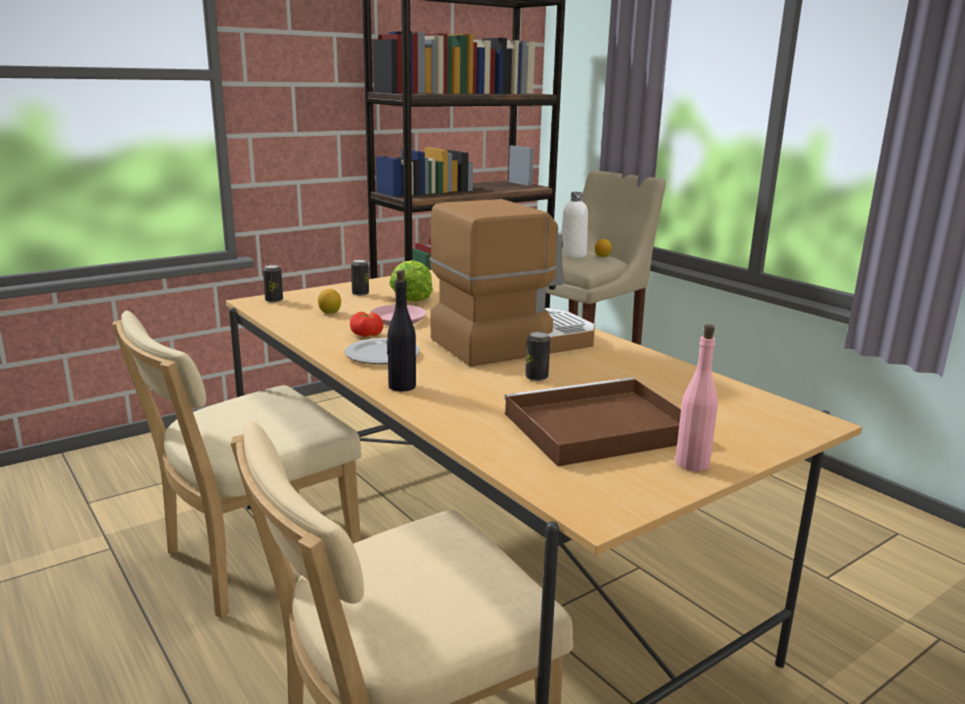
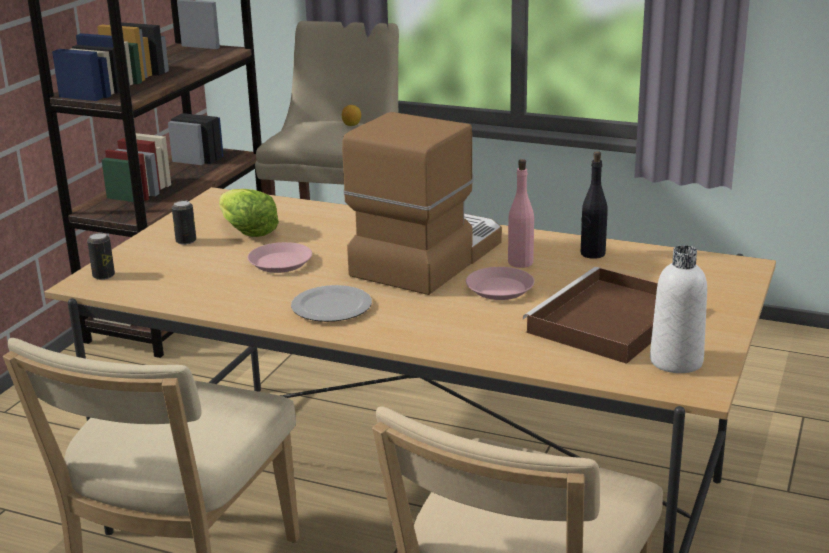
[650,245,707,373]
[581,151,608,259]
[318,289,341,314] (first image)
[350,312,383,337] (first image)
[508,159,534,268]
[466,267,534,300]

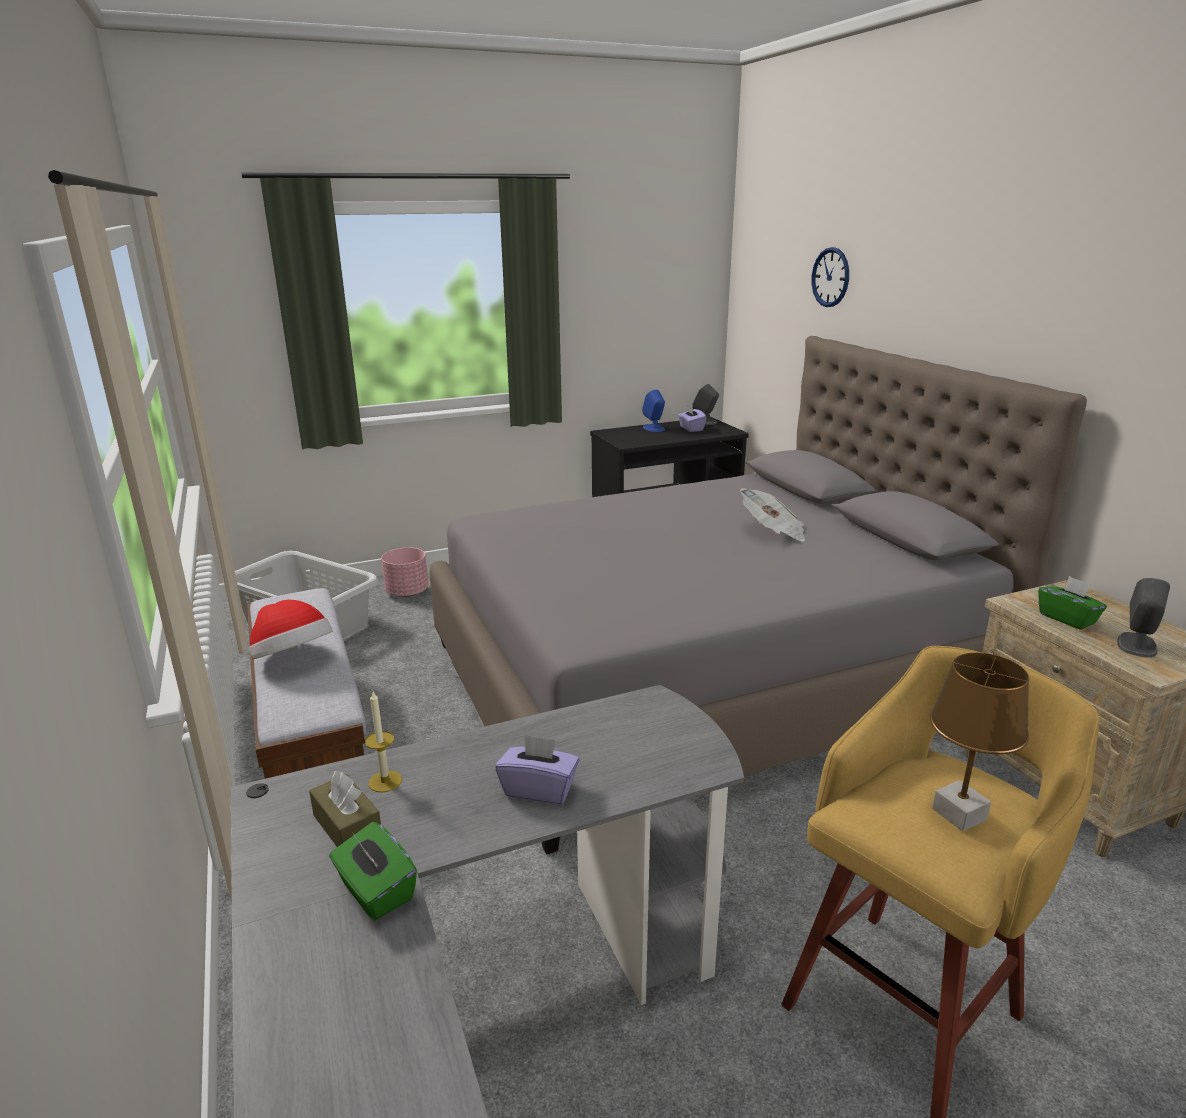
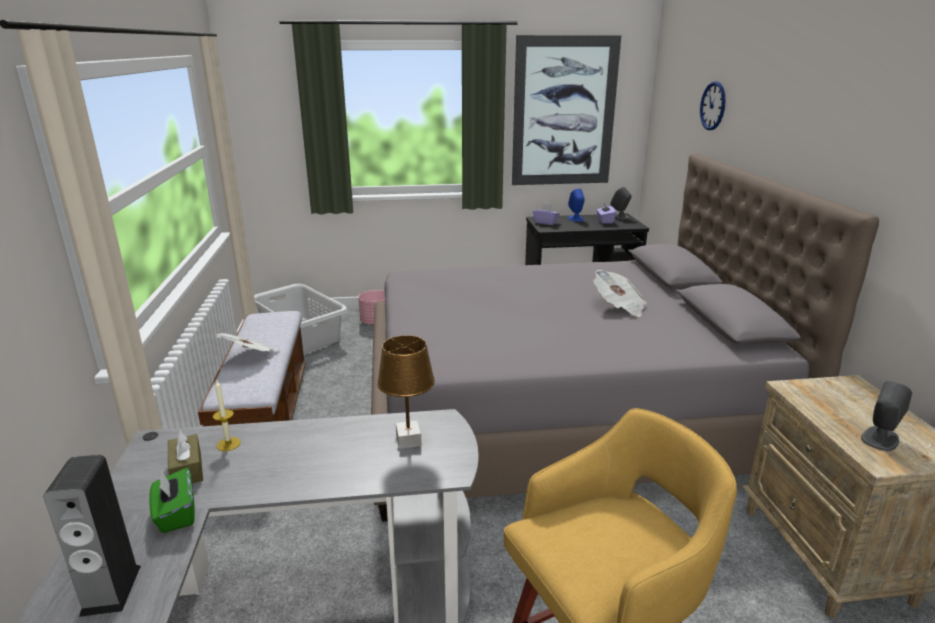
[1038,576,1107,630] (first image)
[216,333,279,352]
[377,335,435,449]
[533,204,560,225]
[512,35,621,185]
[43,455,141,617]

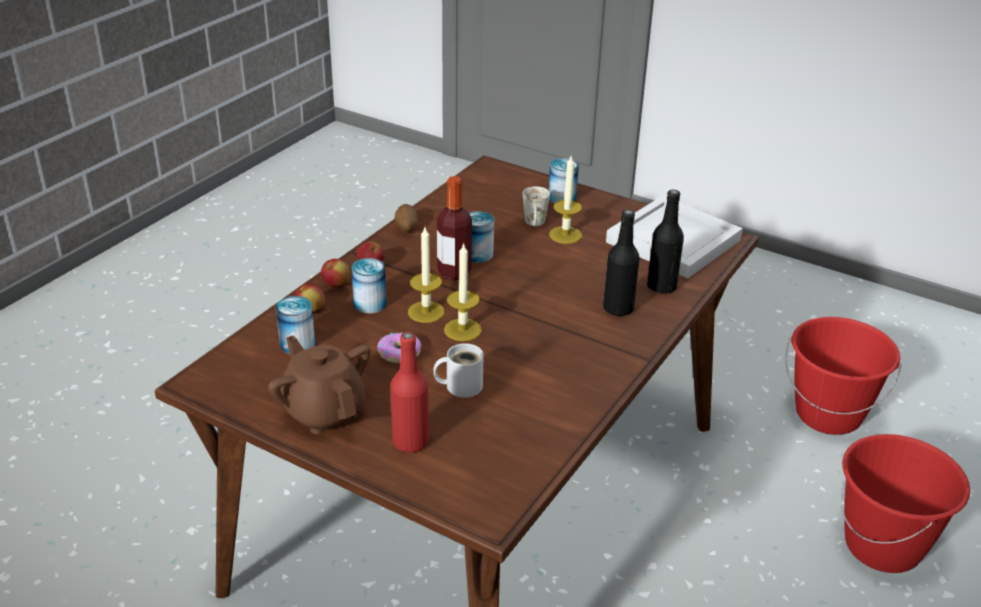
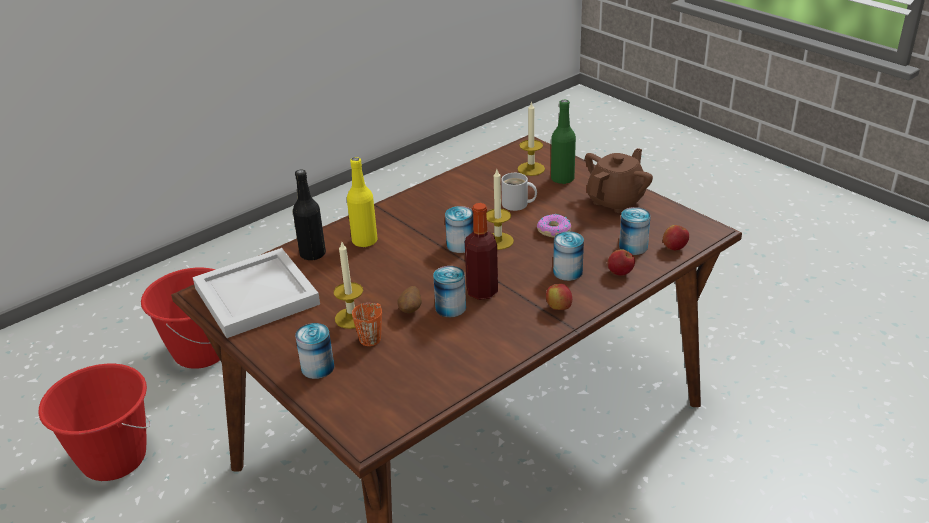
[352,303,382,346]
[397,286,422,313]
[347,157,378,247]
[518,101,545,176]
[663,225,689,250]
[551,100,576,184]
[585,148,653,213]
[445,206,473,253]

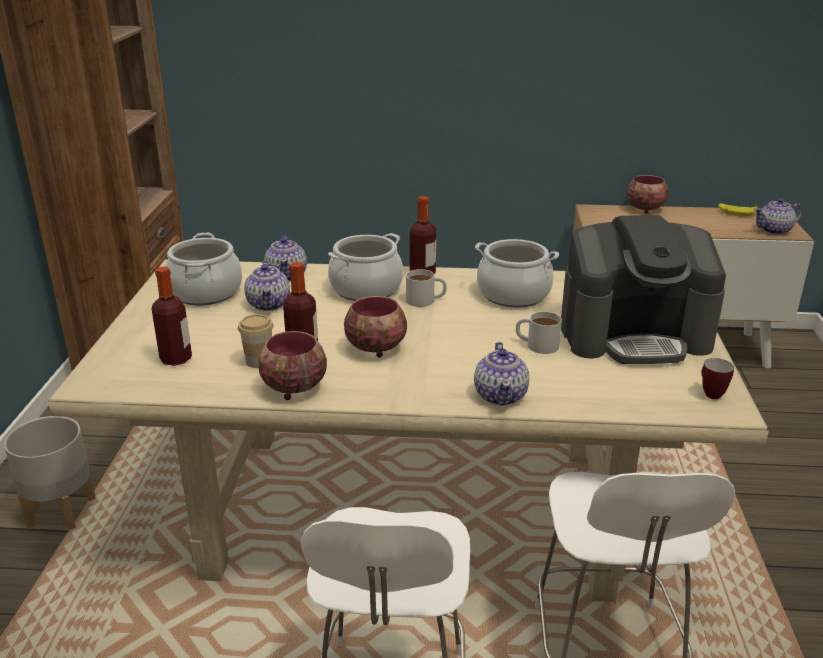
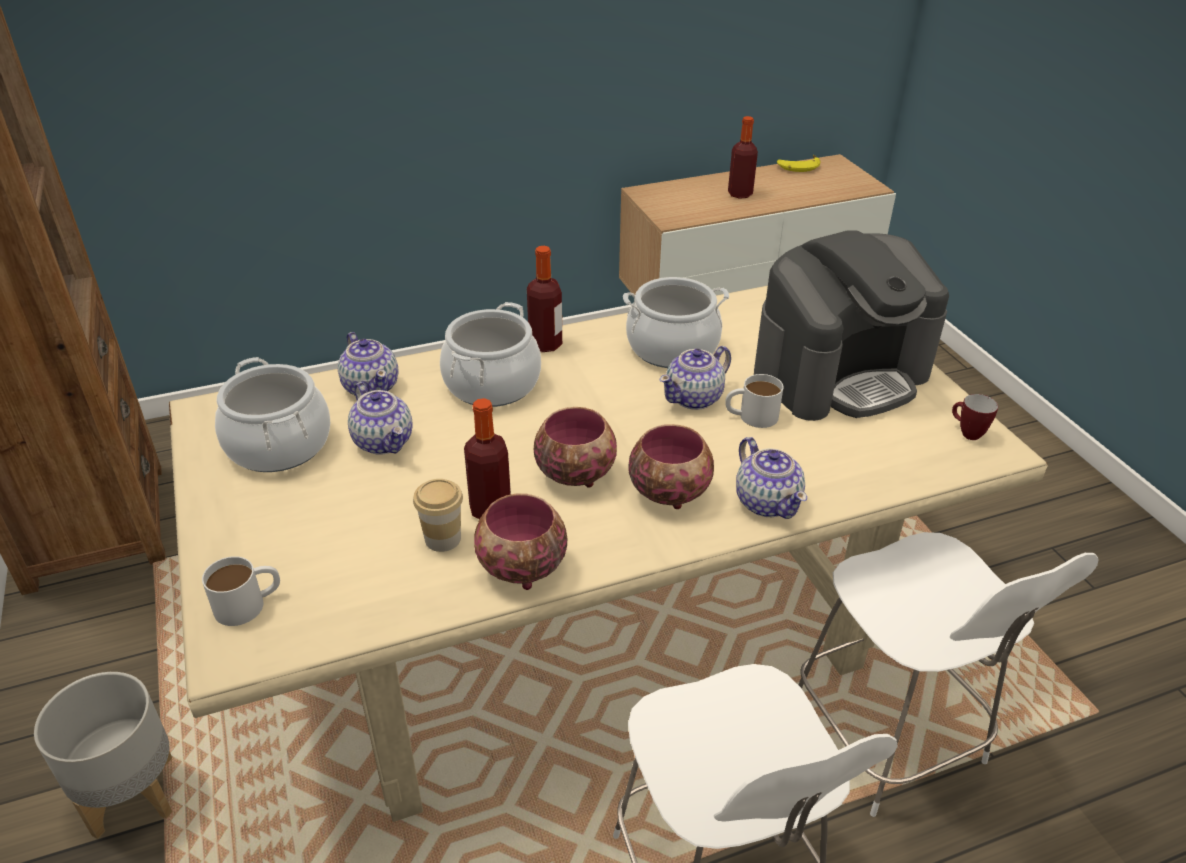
[629,424,714,509]
[659,346,731,410]
[728,116,758,199]
[202,556,280,626]

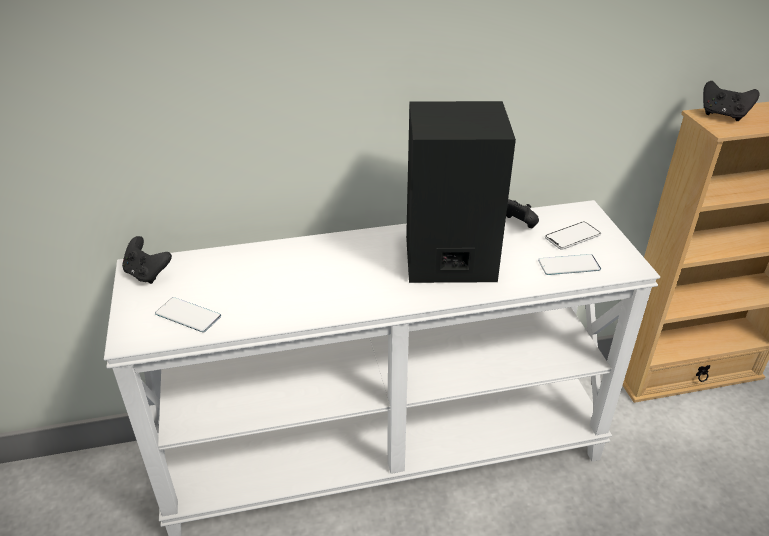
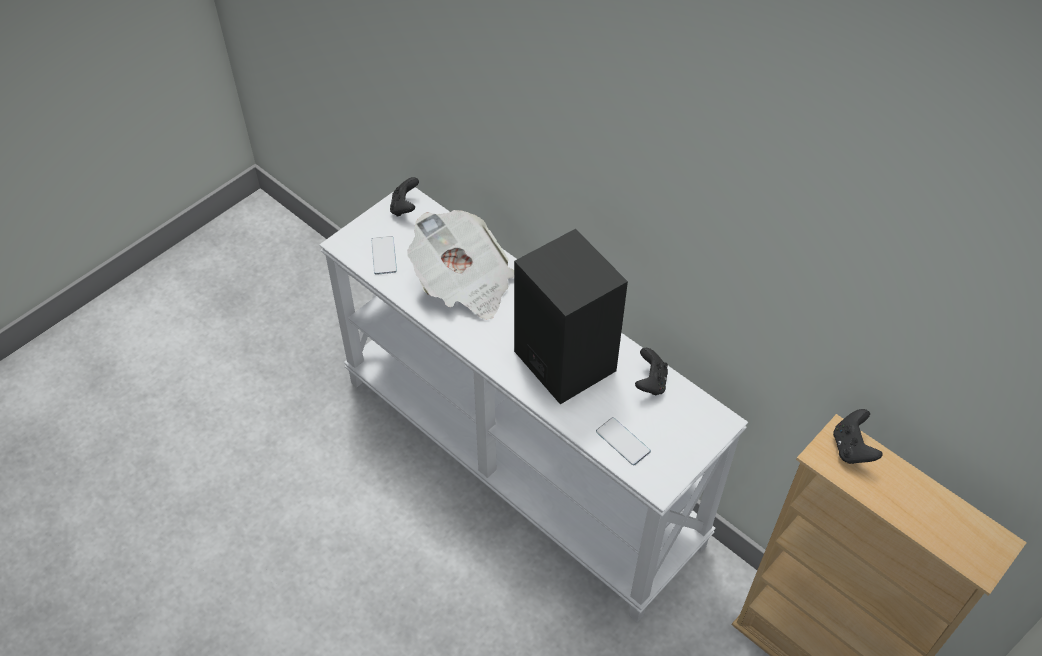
[545,222,601,250] (first image)
[407,210,514,320]

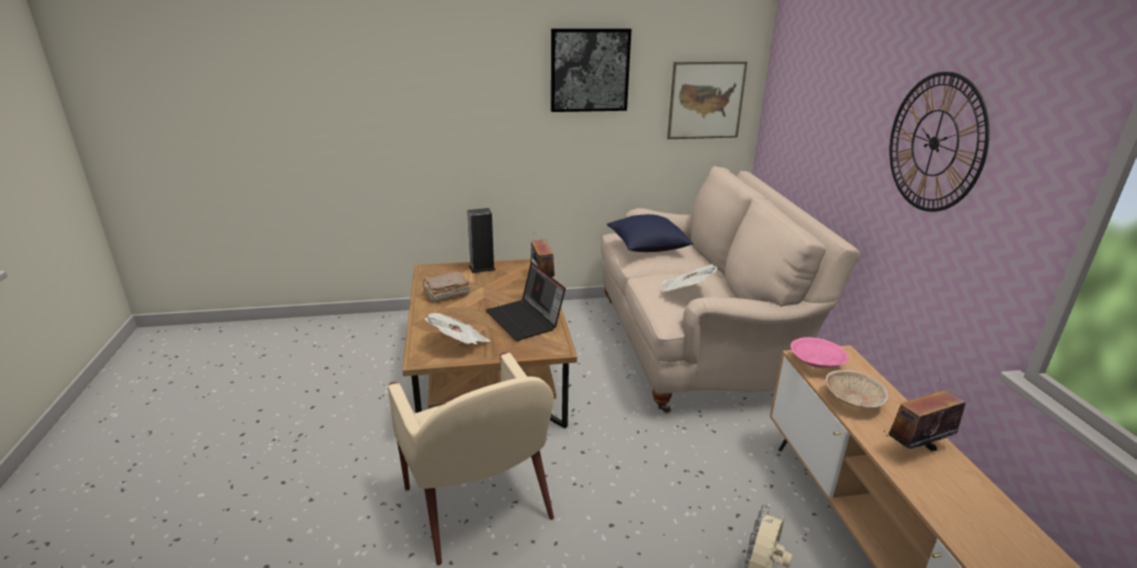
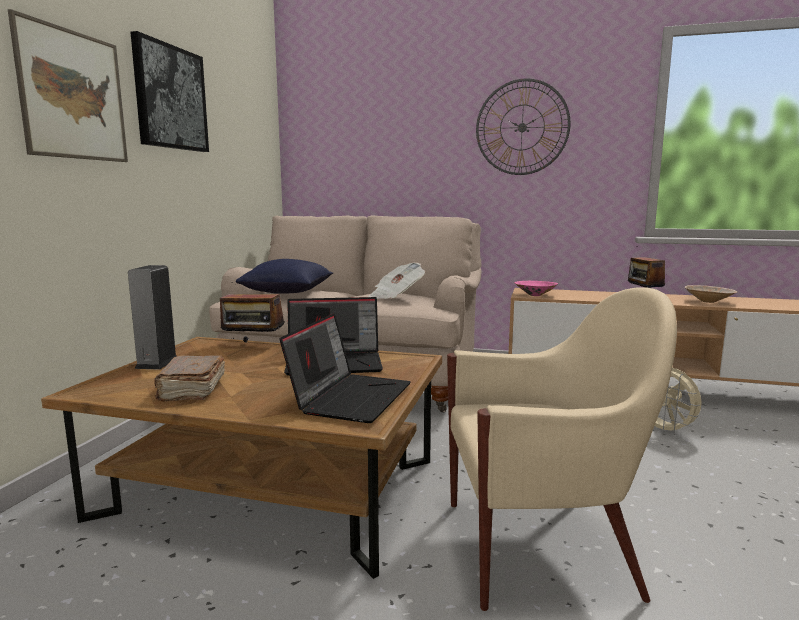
[8,9,128,162]
[280,313,410,423]
[685,285,737,303]

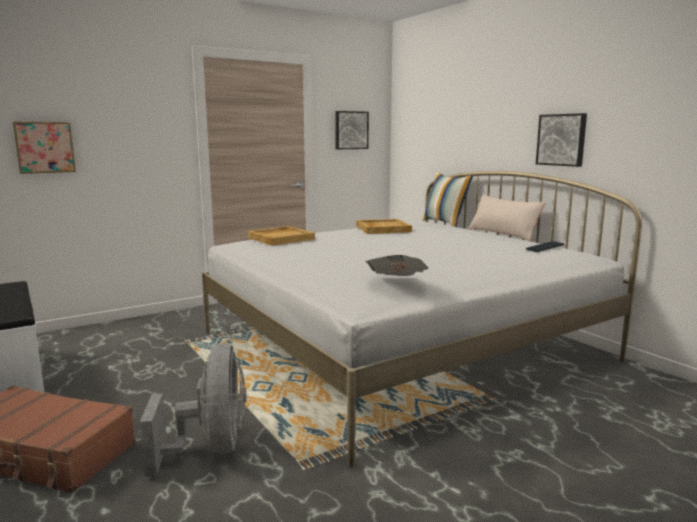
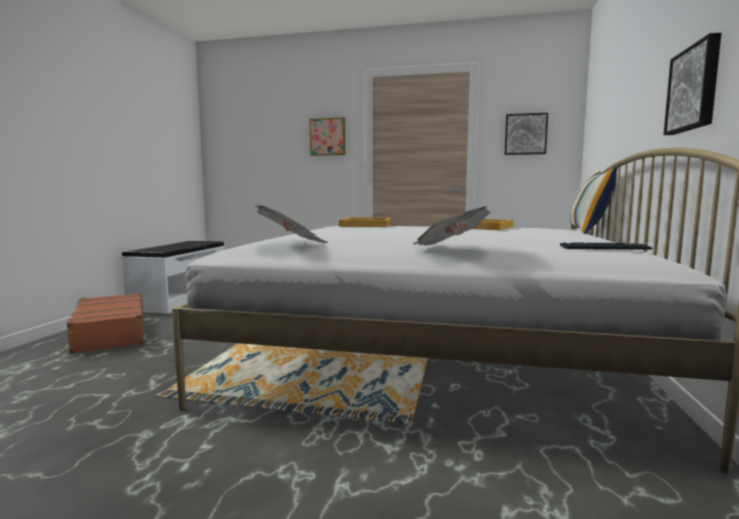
[309,117,345,156]
[468,194,546,241] (first image)
[140,344,247,477] (first image)
[413,206,490,246]

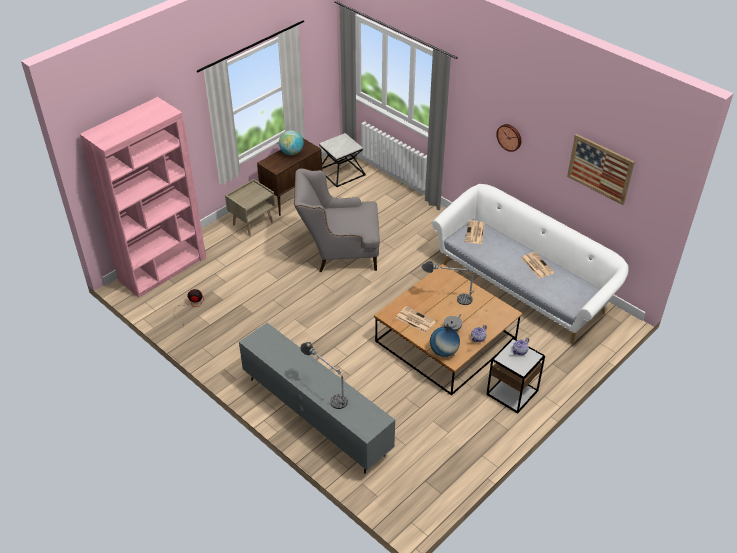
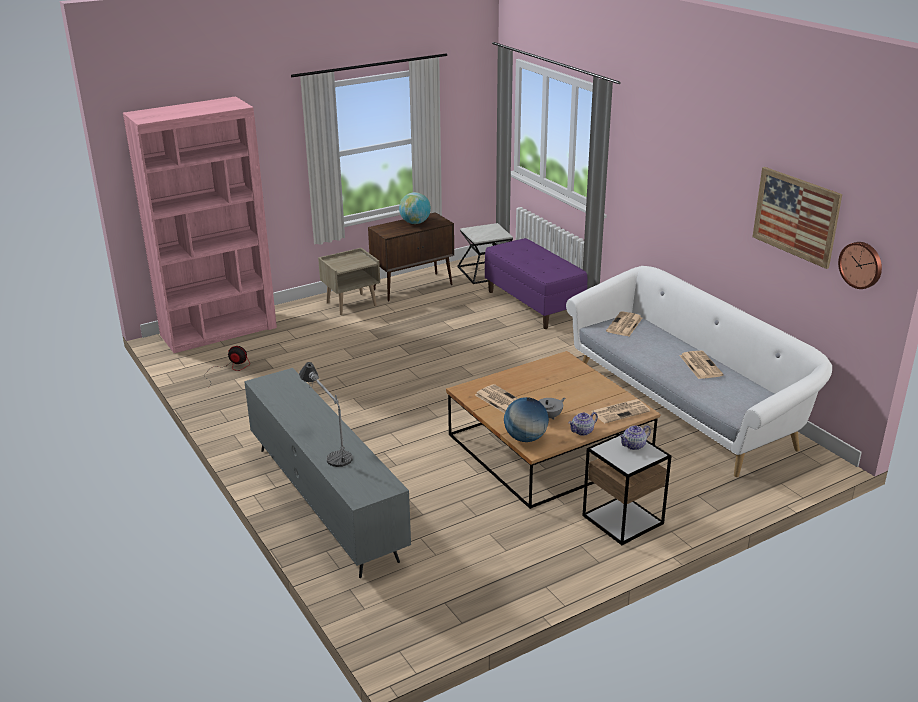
[838,242,882,289]
[294,168,380,272] (first image)
[422,261,475,305] (first image)
[485,238,587,329]
[591,399,650,423]

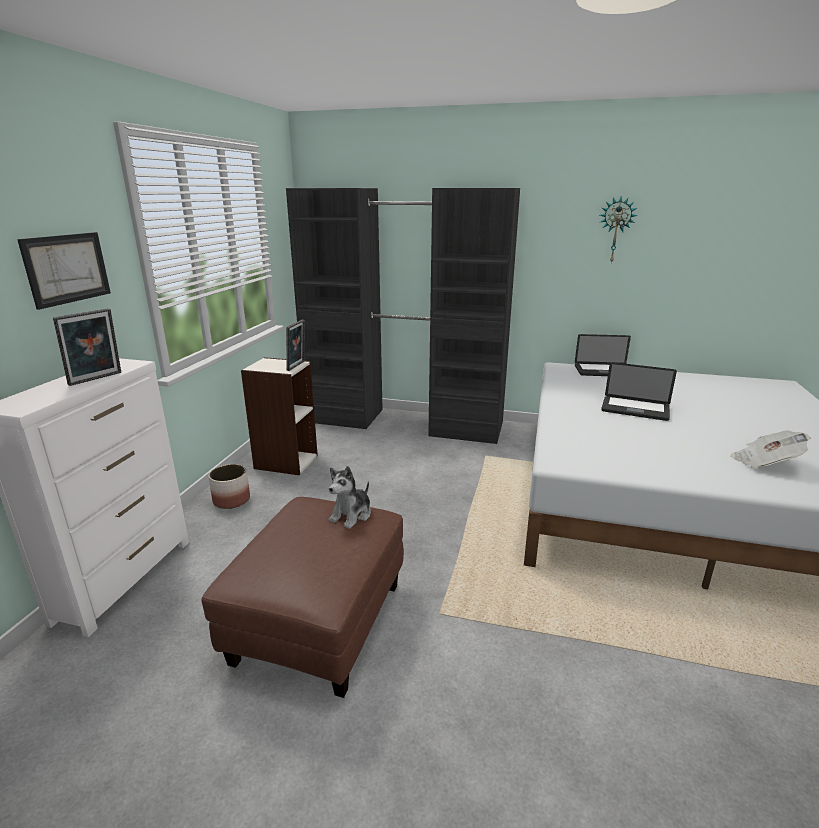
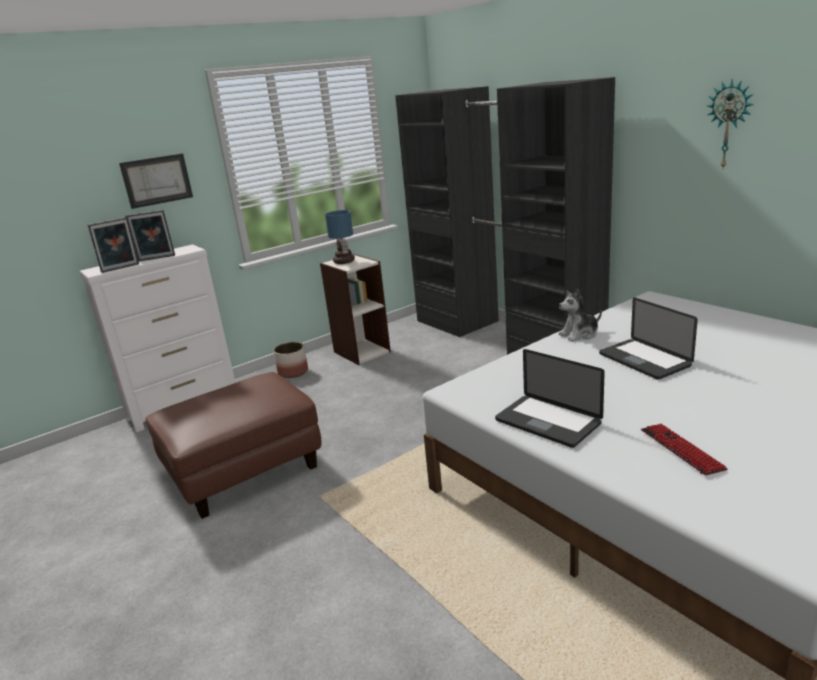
[88,217,139,273]
[495,349,605,448]
[641,424,728,475]
[559,289,602,342]
[325,210,355,264]

